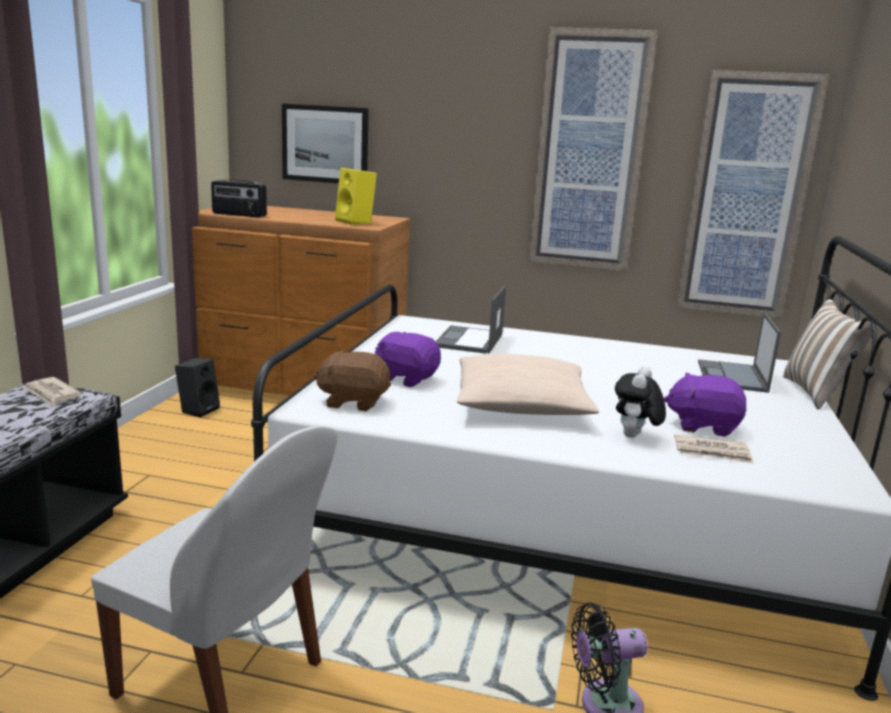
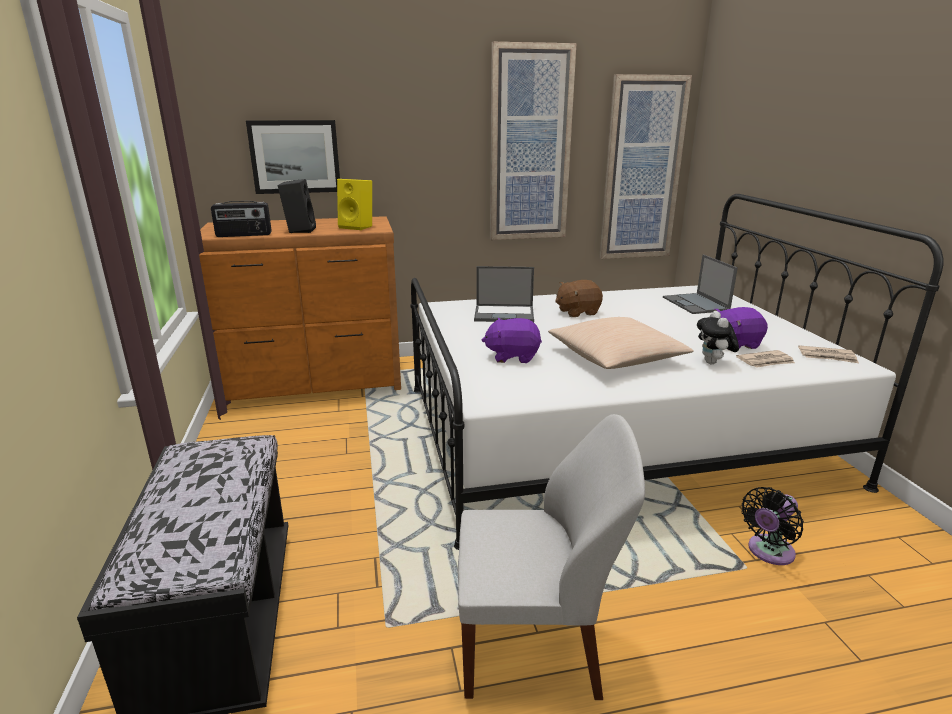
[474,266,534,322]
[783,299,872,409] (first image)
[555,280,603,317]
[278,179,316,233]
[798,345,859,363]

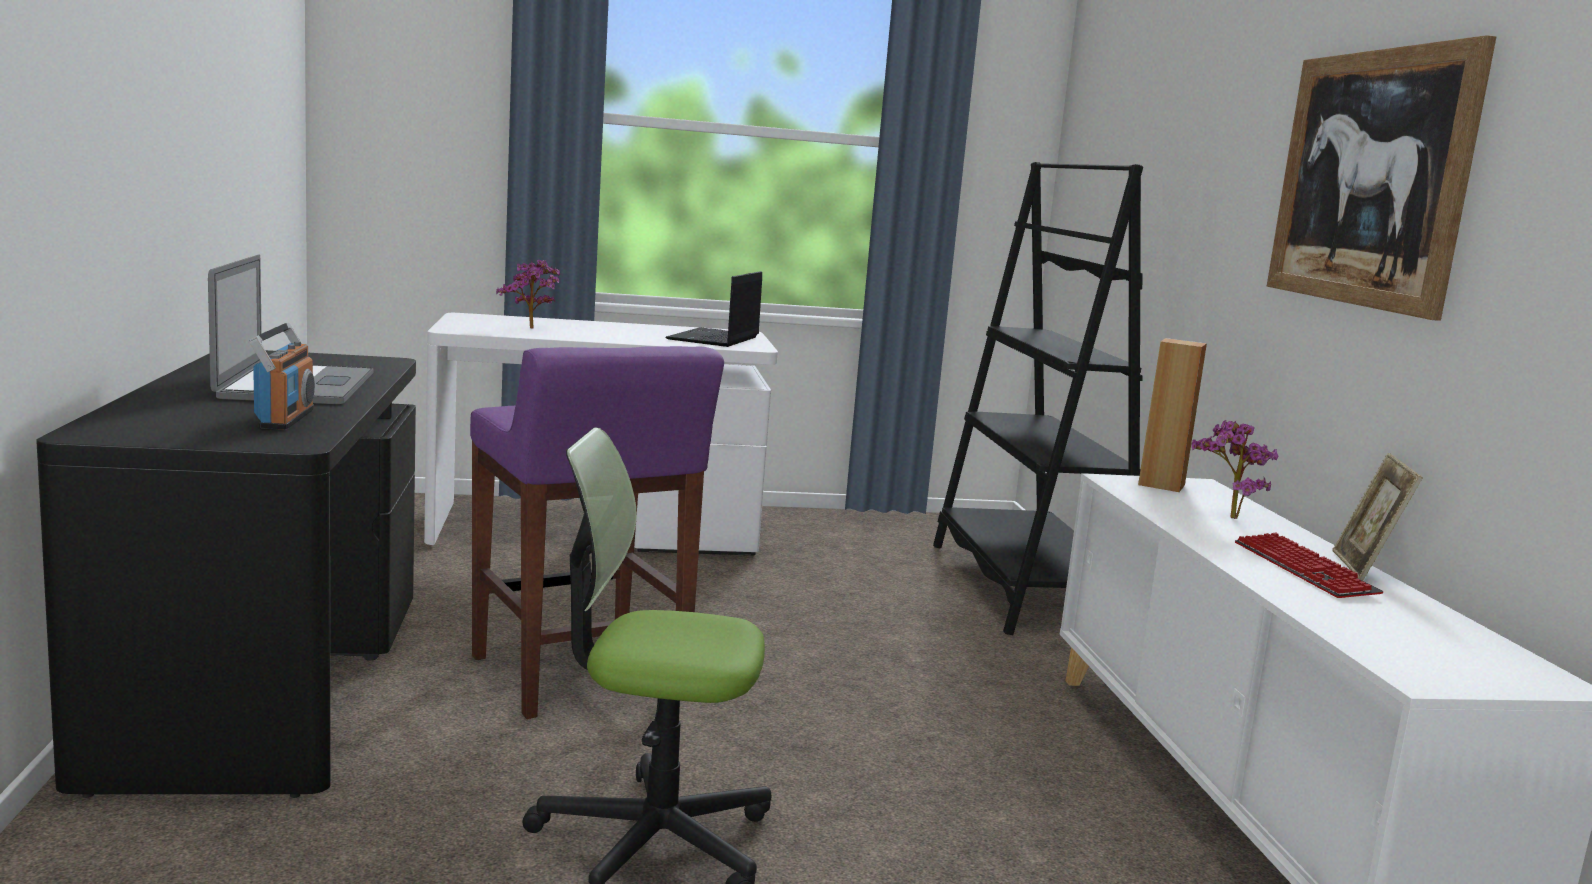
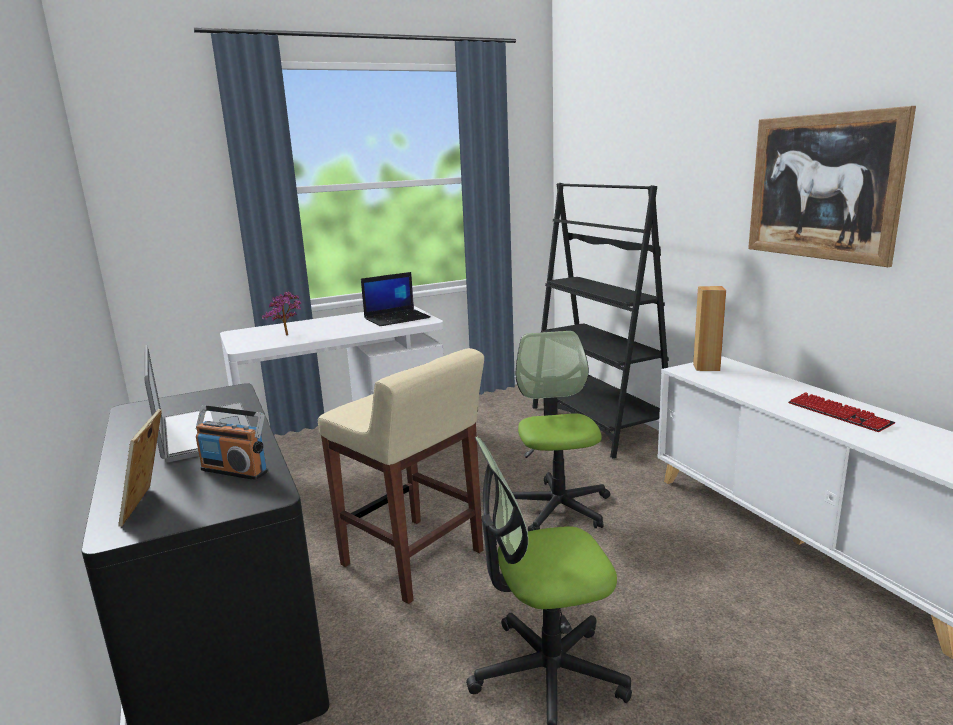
[361,272,431,326]
[196,405,268,480]
[318,348,484,604]
[1192,420,1278,519] (first image)
[118,409,162,527]
[512,331,610,531]

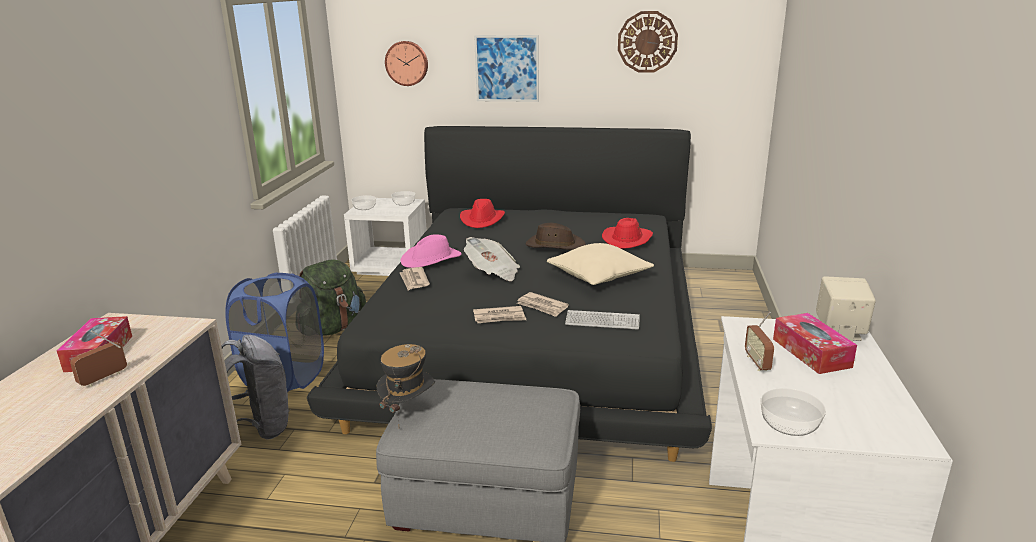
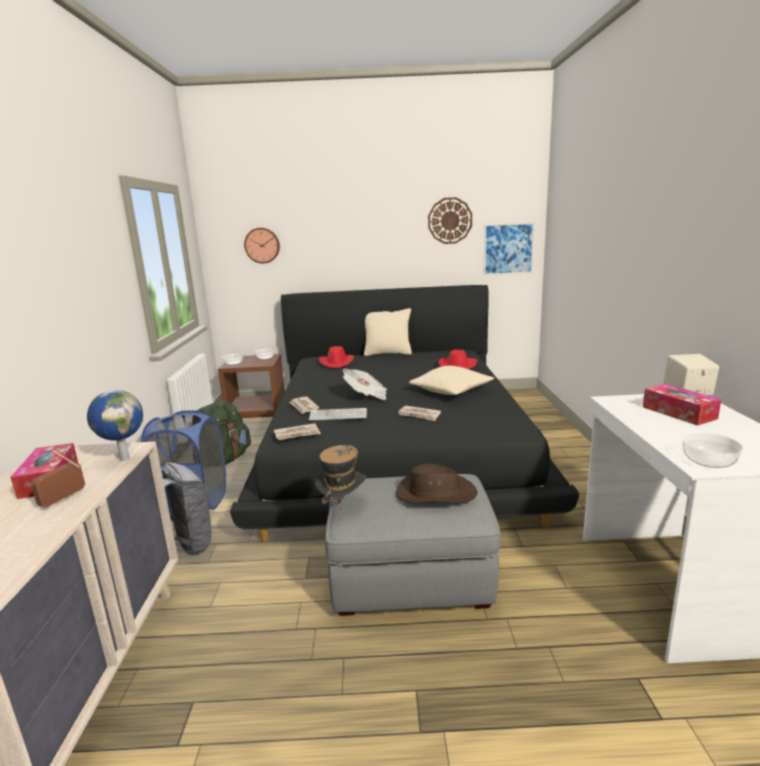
[484,222,535,275]
[218,354,285,418]
[396,463,478,504]
[400,235,462,268] (first image)
[274,423,321,440]
[309,408,367,420]
[745,312,774,371] (first image)
[364,308,412,356]
[87,390,143,461]

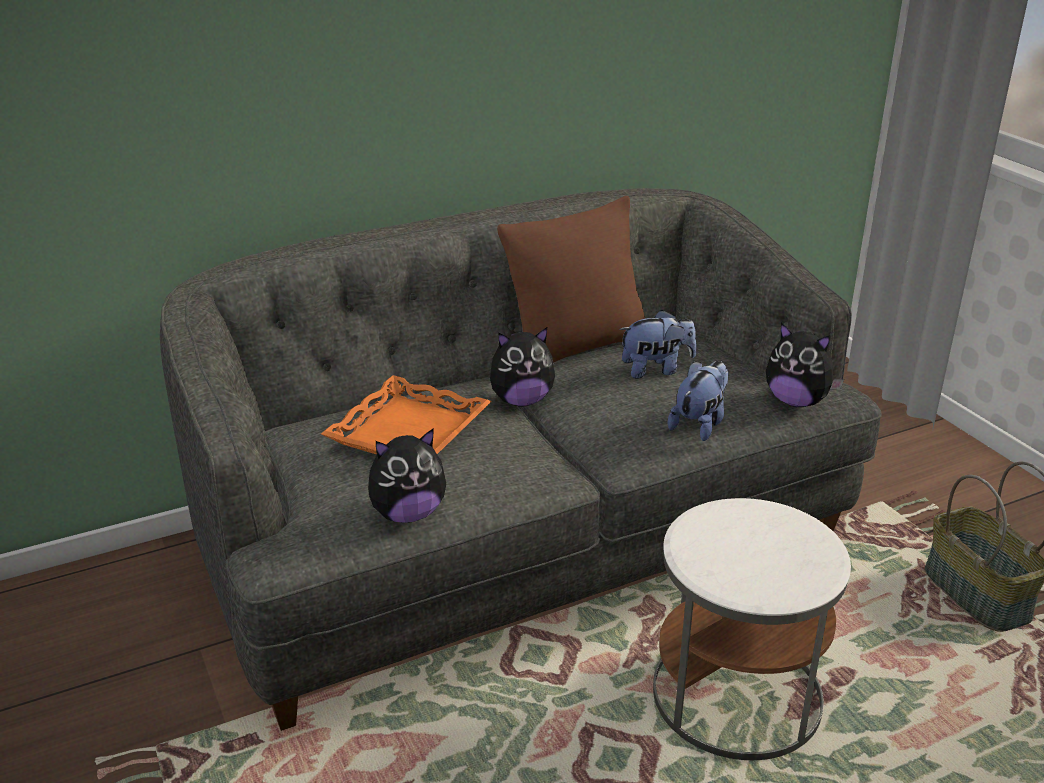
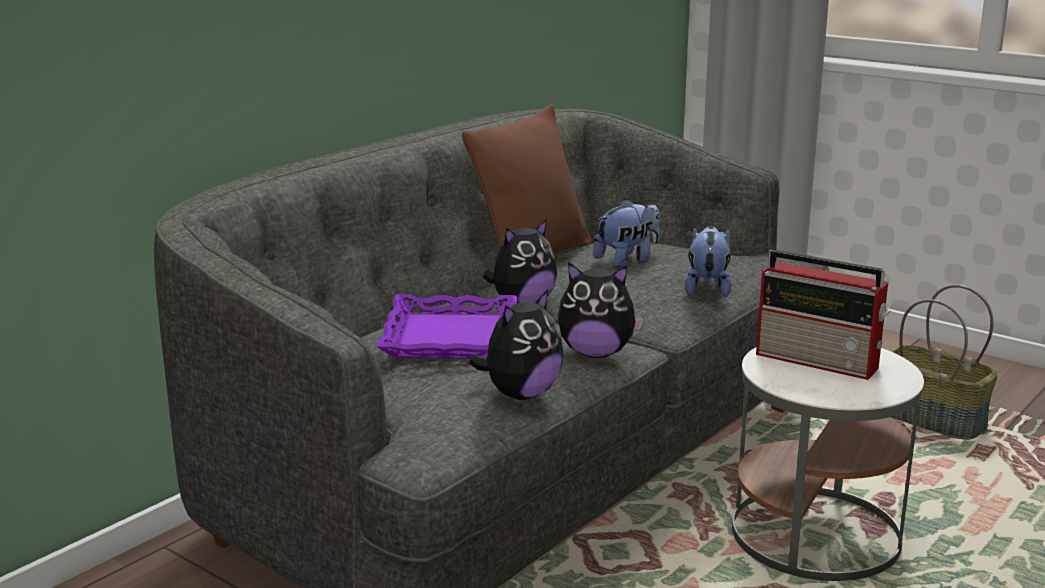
[558,262,643,358]
[376,294,517,359]
[756,250,890,380]

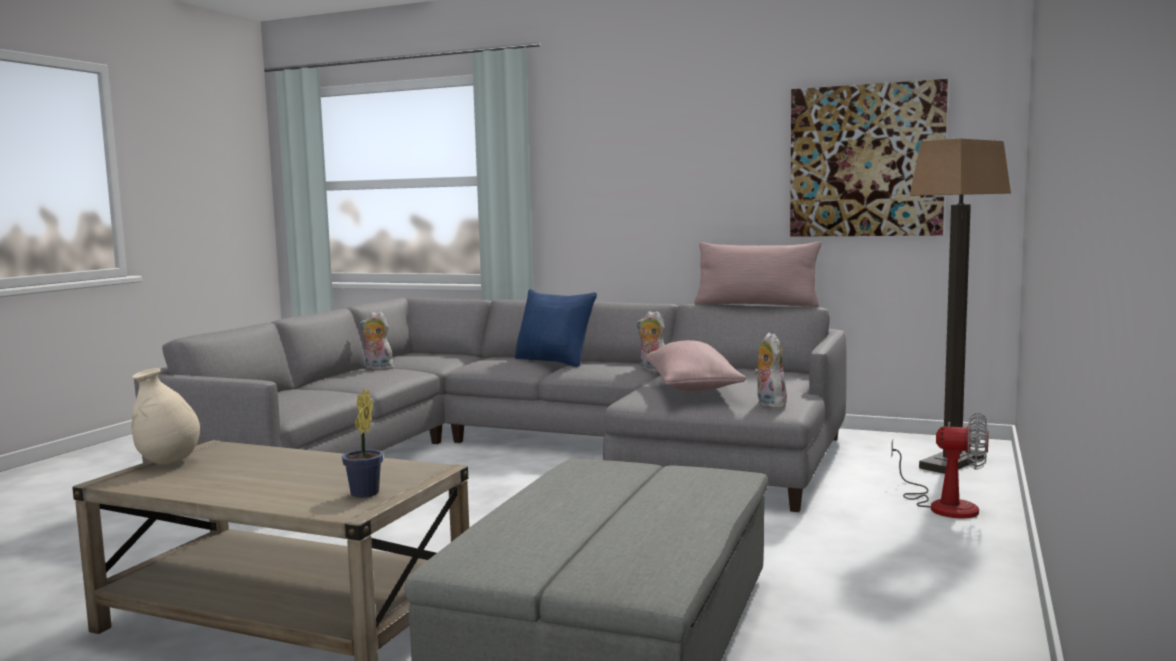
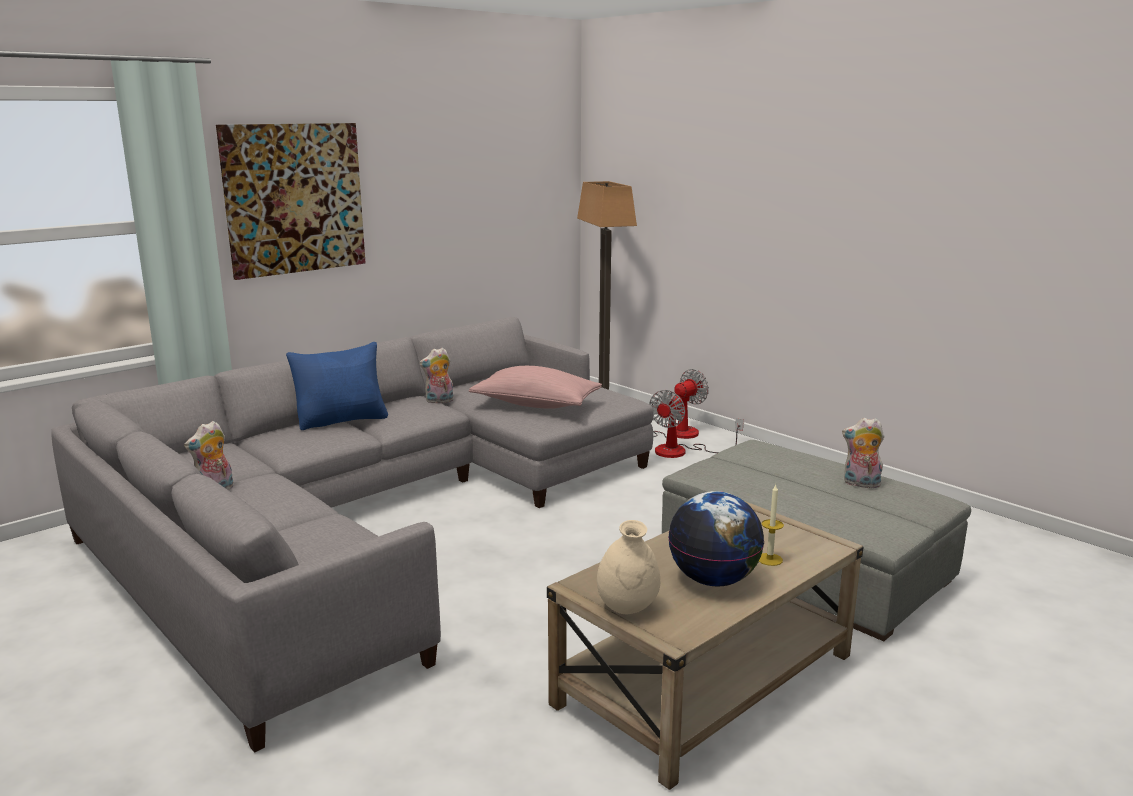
[216,123,366,280]
[695,242,822,307] (first image)
[842,418,884,488]
[342,389,383,498] (first image)
[649,390,744,458]
[759,485,784,566]
[668,491,764,586]

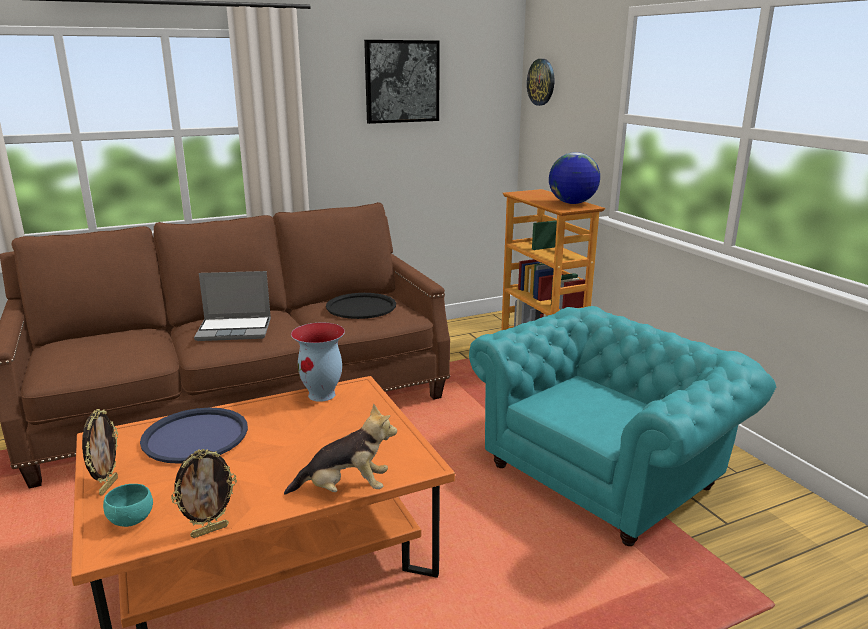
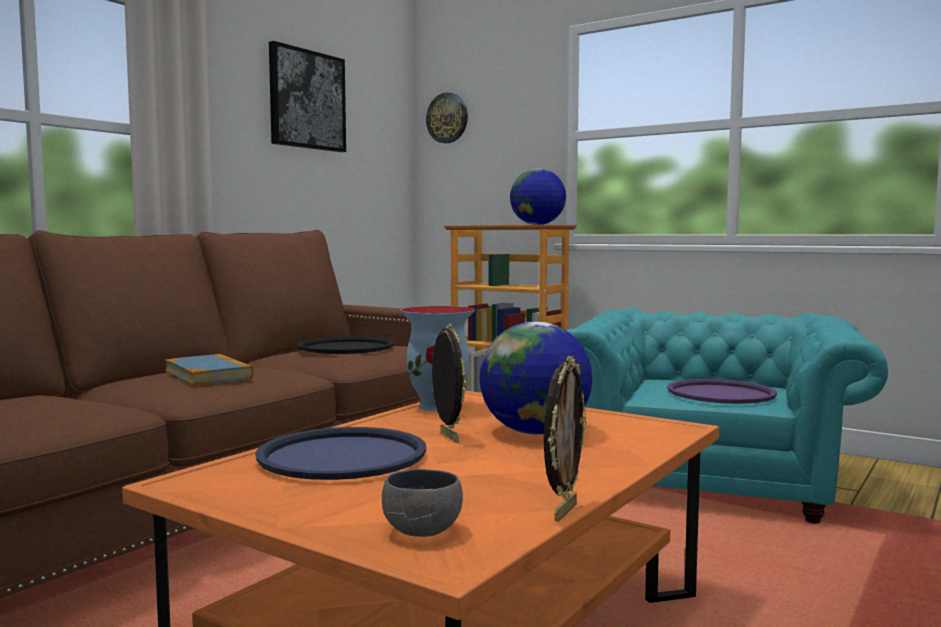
[165,354,254,386]
[284,403,397,494] (first image)
[432,324,467,443]
[382,469,463,537]
[479,322,592,435]
[667,379,777,404]

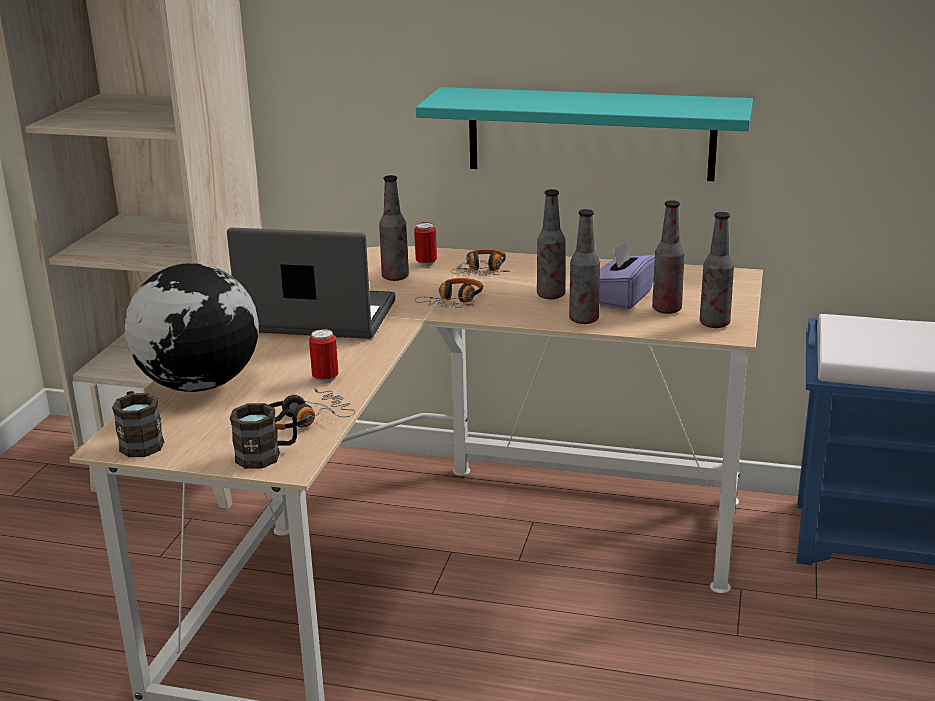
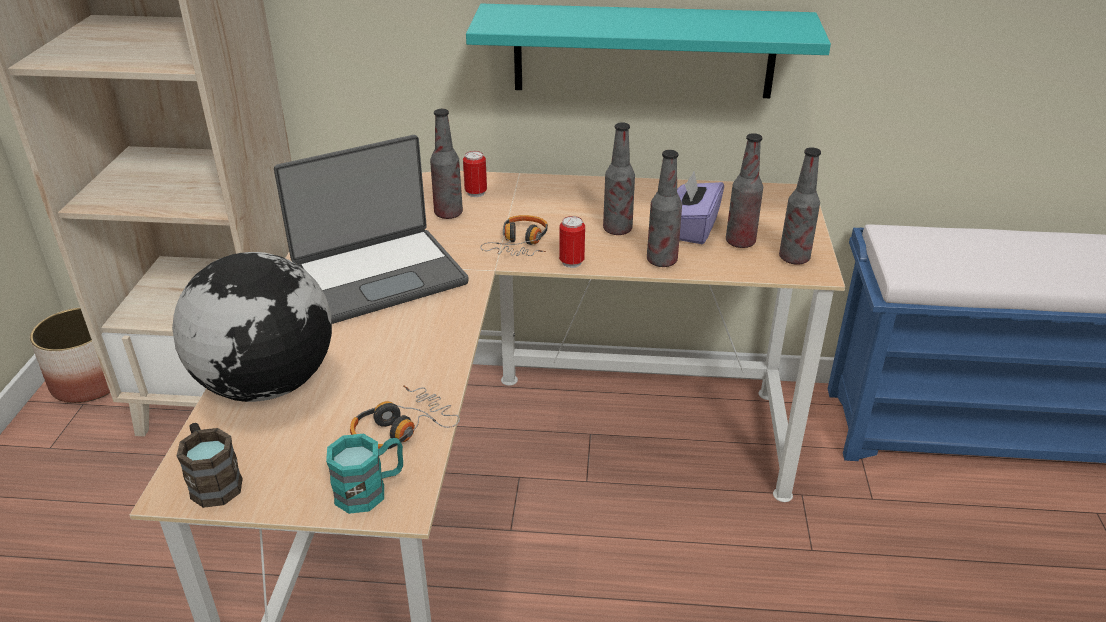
[274,135,469,324]
[451,249,510,276] (first image)
[559,216,585,268]
[326,434,403,514]
[30,307,110,403]

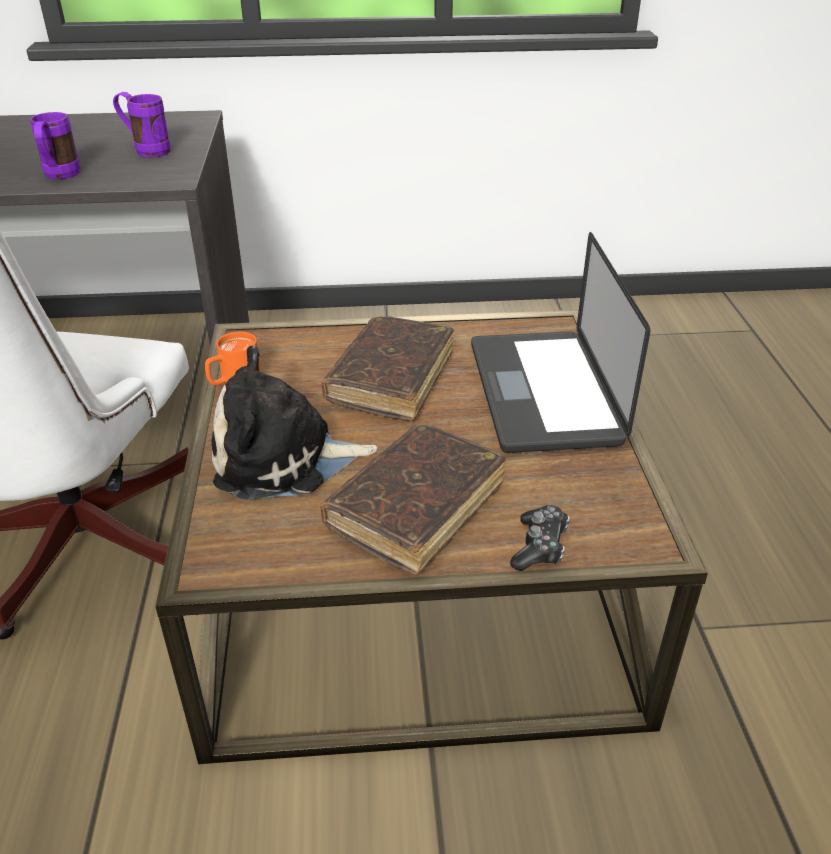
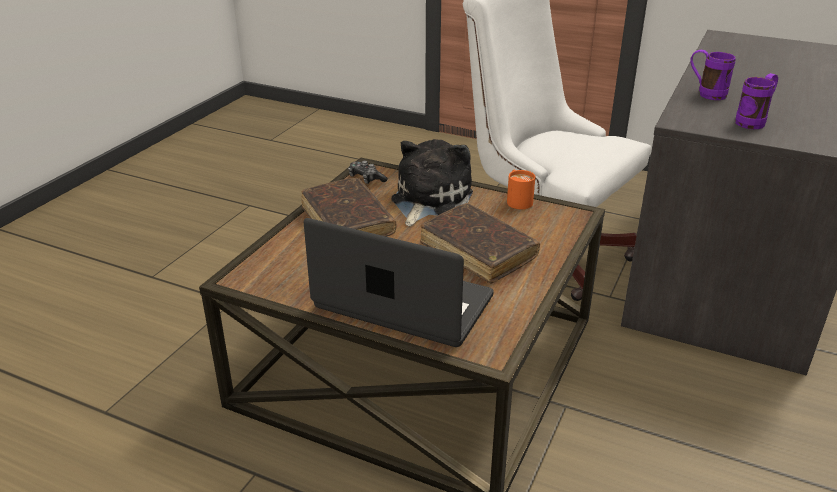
[348,161,388,184]

